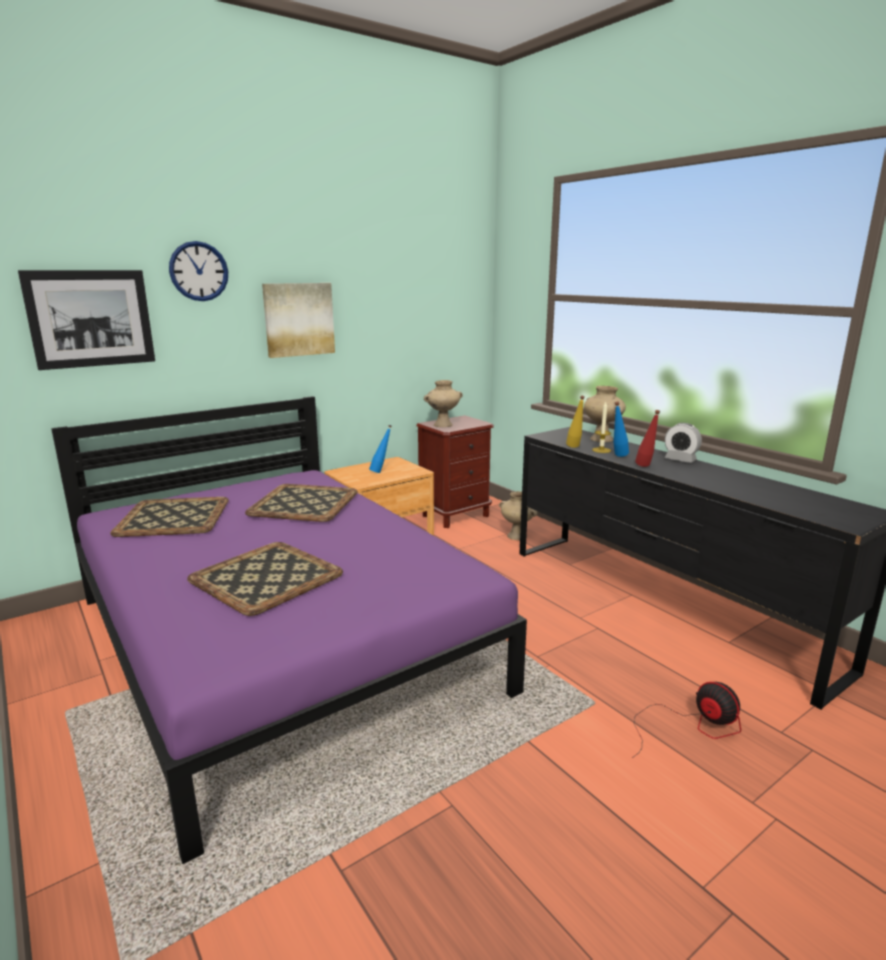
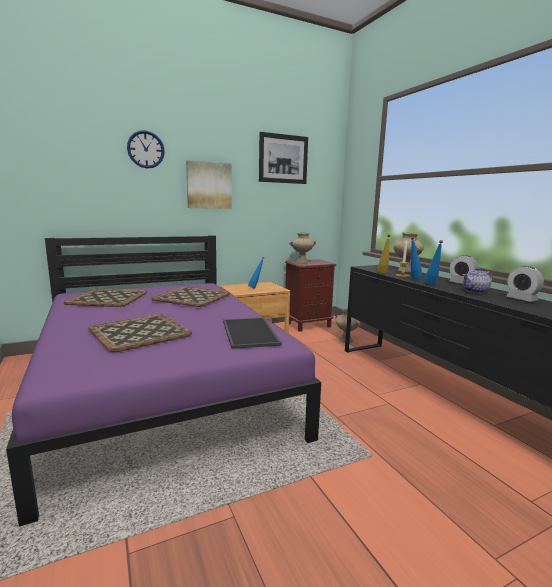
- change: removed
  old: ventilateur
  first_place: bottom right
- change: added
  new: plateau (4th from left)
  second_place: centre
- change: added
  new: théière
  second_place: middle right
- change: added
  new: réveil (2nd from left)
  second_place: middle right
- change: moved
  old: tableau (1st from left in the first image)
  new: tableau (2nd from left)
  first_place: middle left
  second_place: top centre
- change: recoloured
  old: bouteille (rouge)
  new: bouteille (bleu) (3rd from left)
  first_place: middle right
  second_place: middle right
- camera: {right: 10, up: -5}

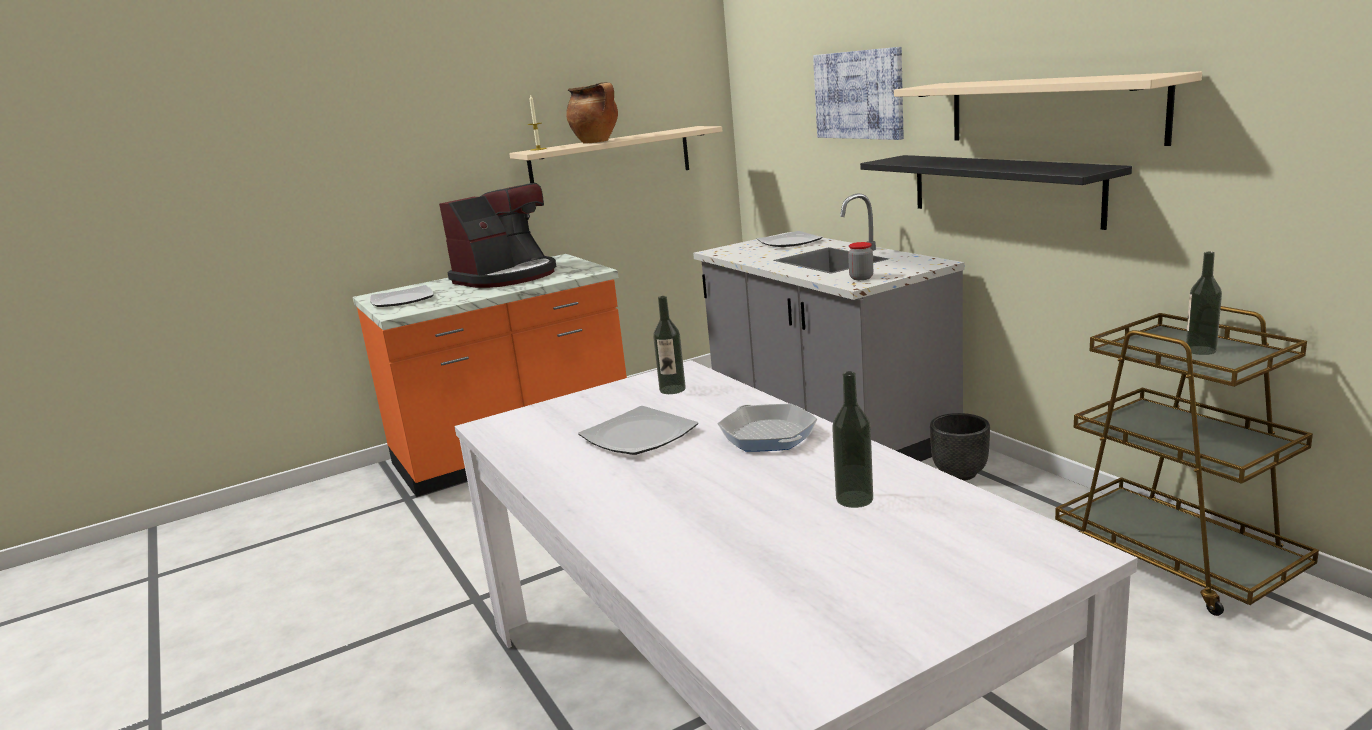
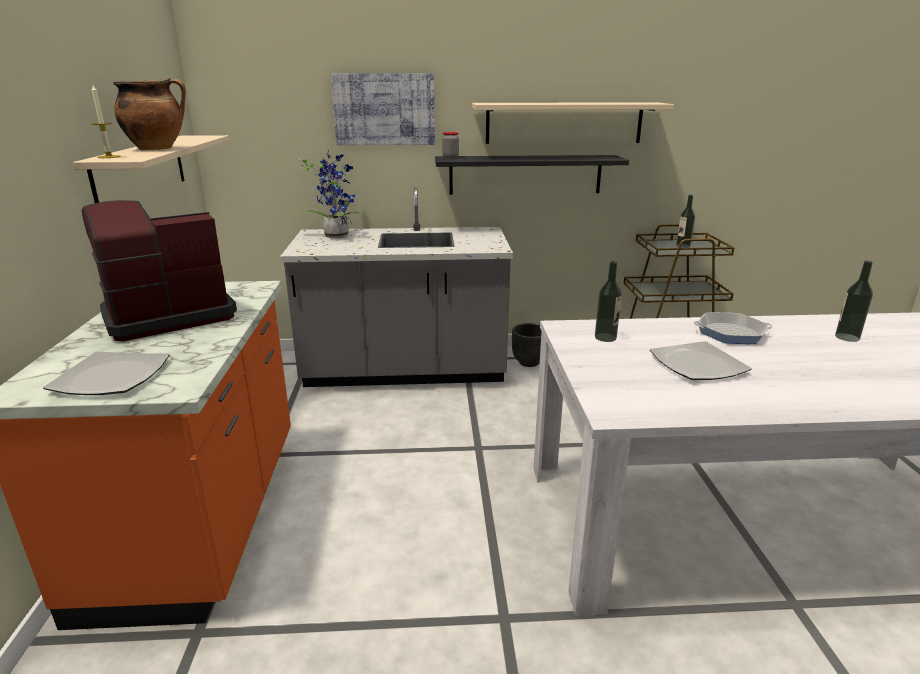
- change: moved
  old: bocal
  first_place: centre
  second_place: top centre
- change: replaced
  old: assiette (3rd from left)
  new: plante en pot
  first_place: top centre
  second_place: top centre
- change: turned
  old: machine à café
  first_place: top centre
  second_place: middle left
  degrees: -105
- camera: {right: -65, up: 5}

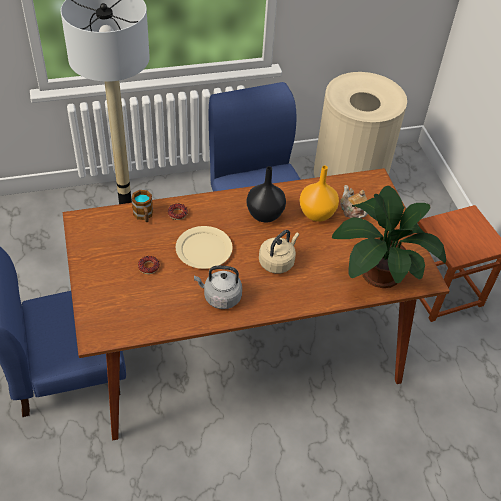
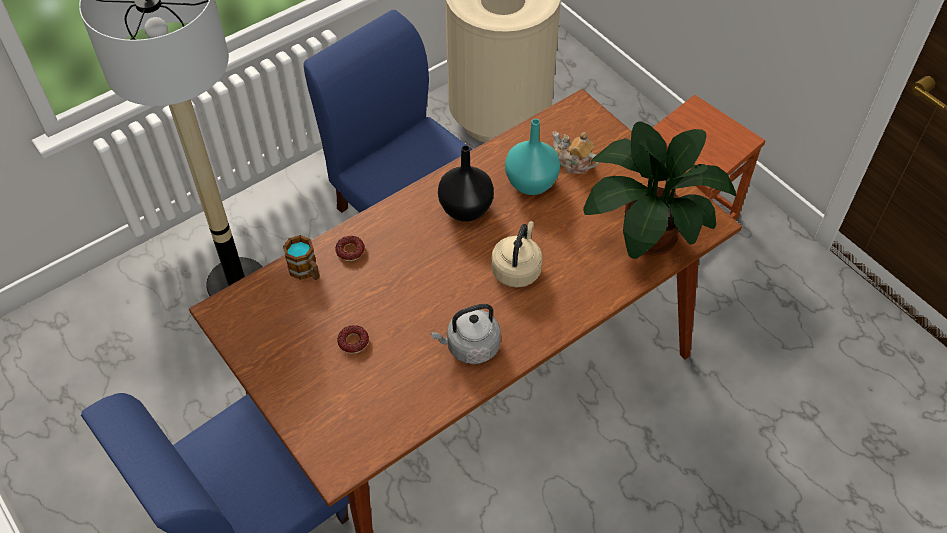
- change: removed
  old: assiette (beige)
  first_place: centre
- change: recoloured
  old: vase (orange)
  new: vase (turquoise)
  first_place: centre
  second_place: top centre
- camera: {right: -20, up: 5}

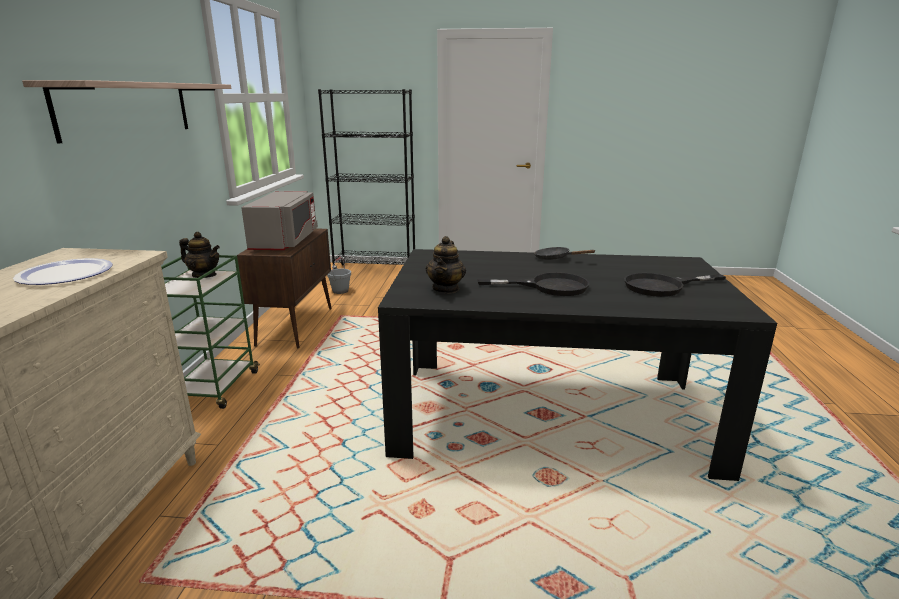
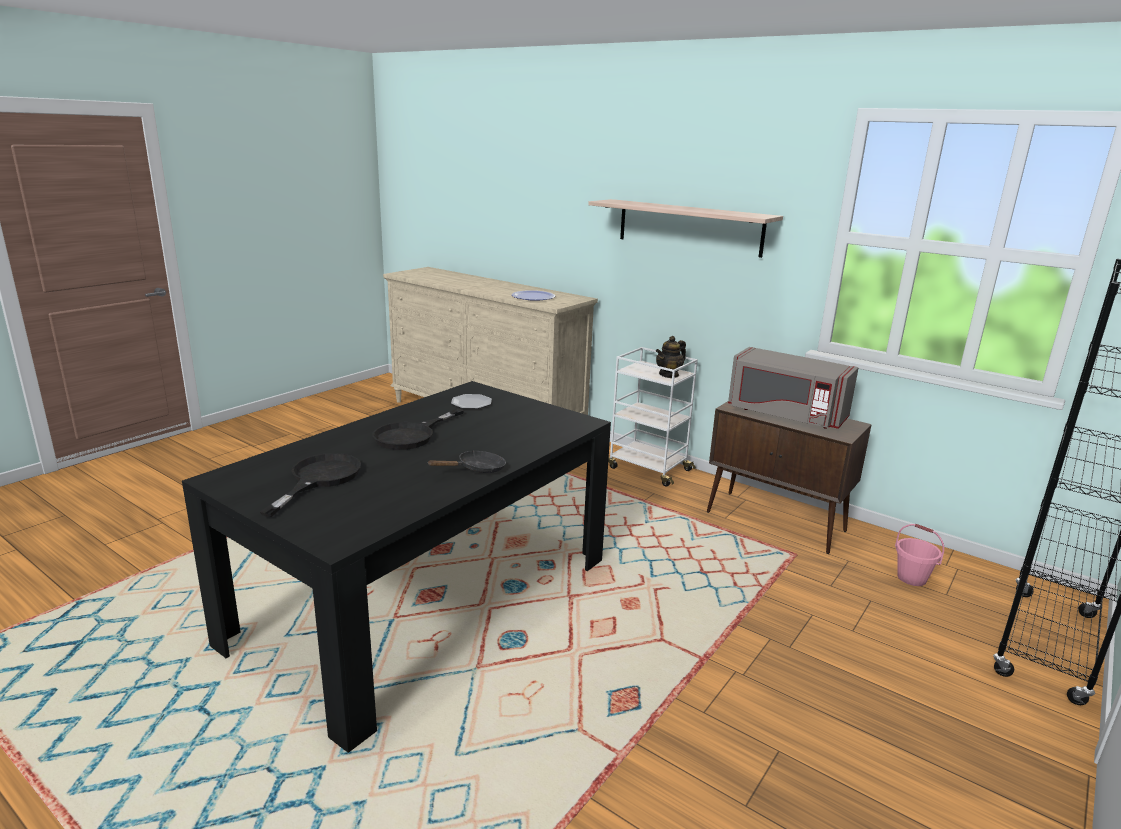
- change: replaced
  old: théière (2nd from left)
  new: assiette (1st from left)
  first_place: centre
  second_place: centre
- change: recoloured
  old: chariot (vert)
  new: chariot (blanc)
  first_place: middle left
  second_place: centre
- change: recoloured
  old: seau (gris)
  new: seau (rose)
  first_place: centre
  second_place: bottom right
- camera: {right: 120, up: 0}

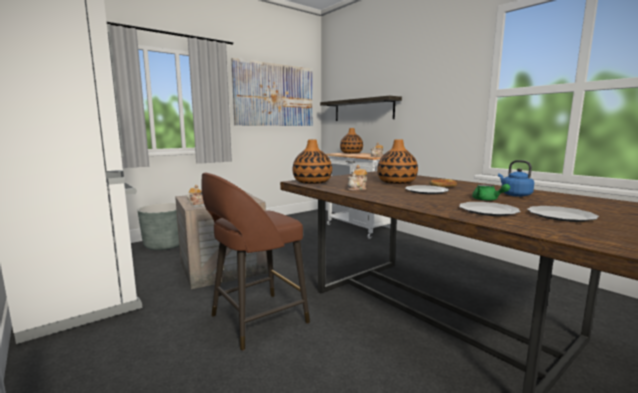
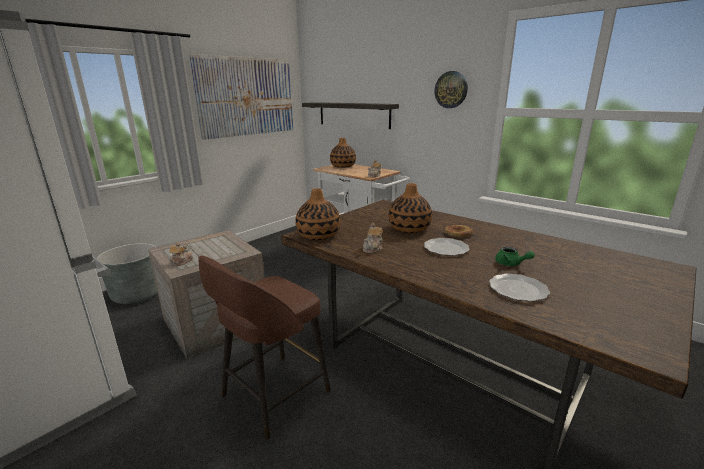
- change: removed
  old: bouilloire (bleu)
  first_place: middle right
- change: removed
  old: assiette (3rd from left)
  first_place: middle right
- change: added
  new: horloge murale
  second_place: top centre
- camera: {right: -10, up: 10}

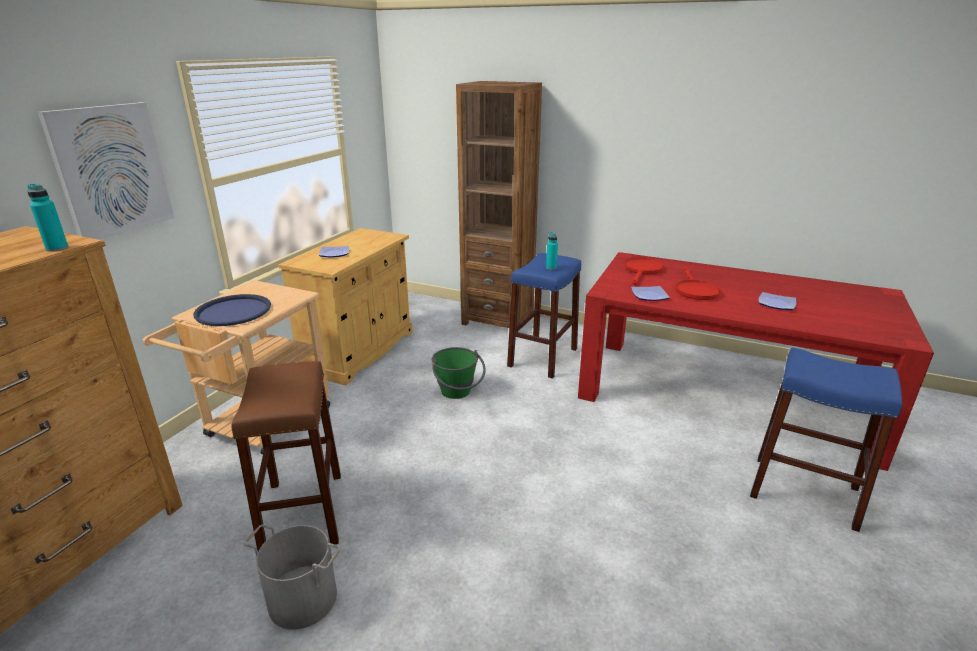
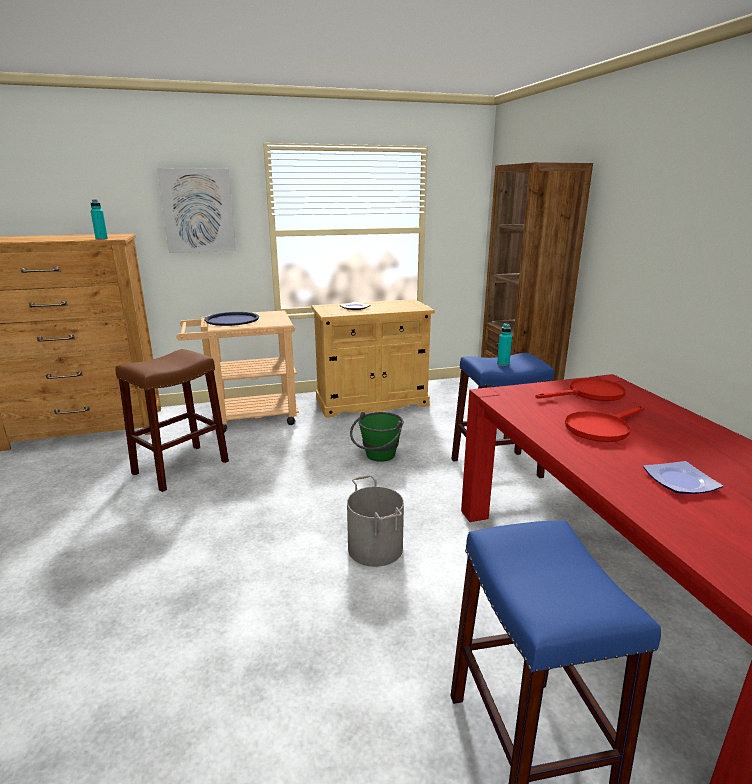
- change: removed
  old: assiette (2nd from left)
  first_place: centre
- change: moved
  old: seau (gris)
  first_place: bottom left
  second_place: centre
- camera: {right: 50, up: -5}

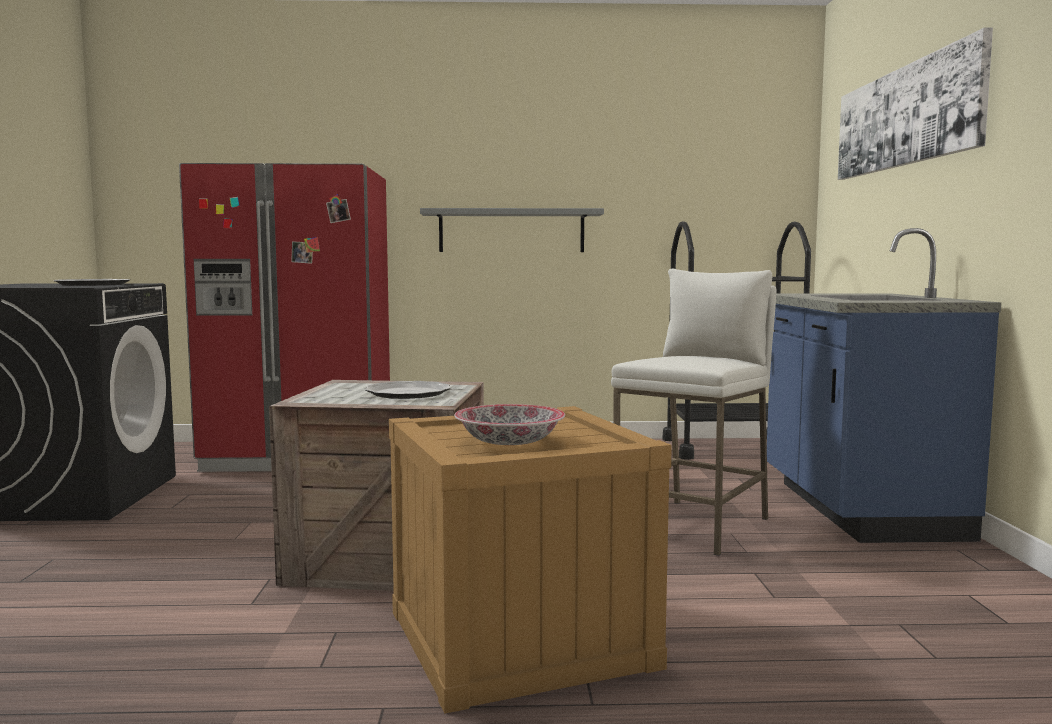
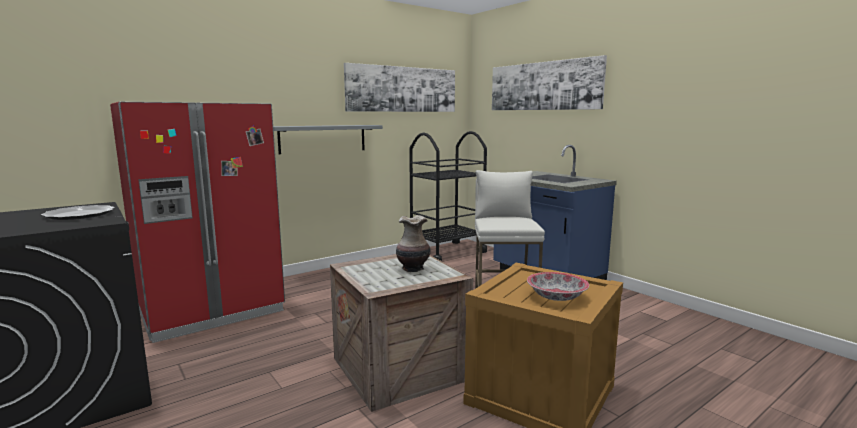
- change: added
  new: tableau (1st from left)
  second_place: top centre
- change: replaced
  old: assiette (2nd from left)
  new: vase
  first_place: centre
  second_place: centre
- camera: {right: -35, up: 5}

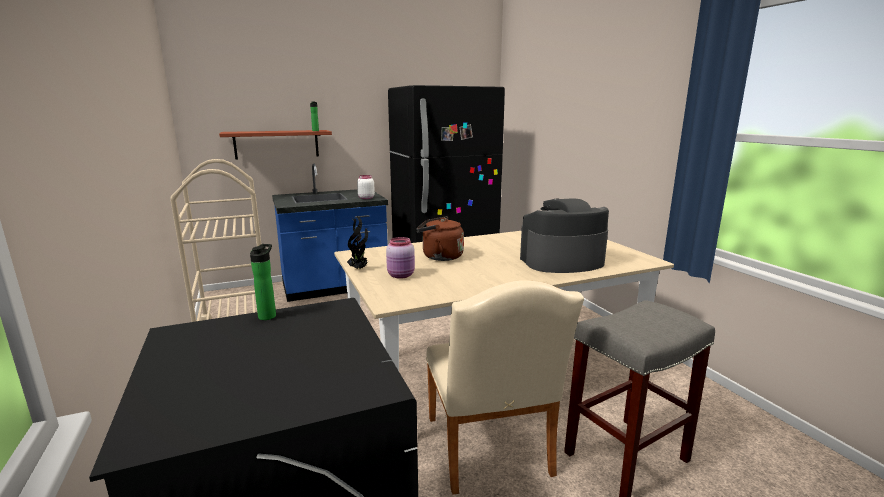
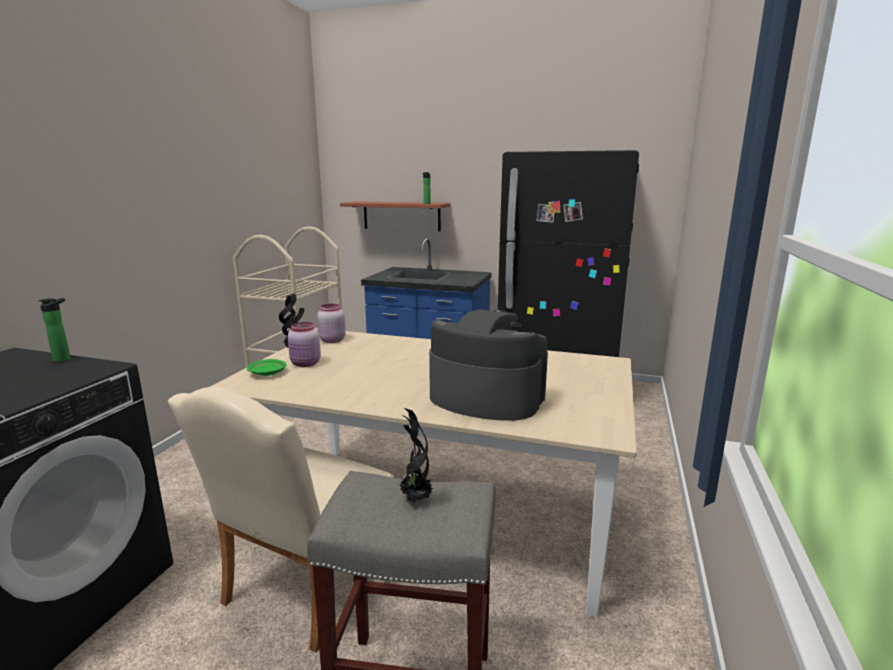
- change: removed
  old: bocal (blanc)
  first_place: centre
- change: removed
  old: bouilloire (marron)
  first_place: centre
- change: added
  new: assiette (vert)
  second_place: middle left
- change: added
  new: bocal (rose) (2nd from left)
  second_place: centre
- change: added
  new: plante en pot (2nd from left)
  second_place: bottom centre
- camera: {right: 40, up: 0}

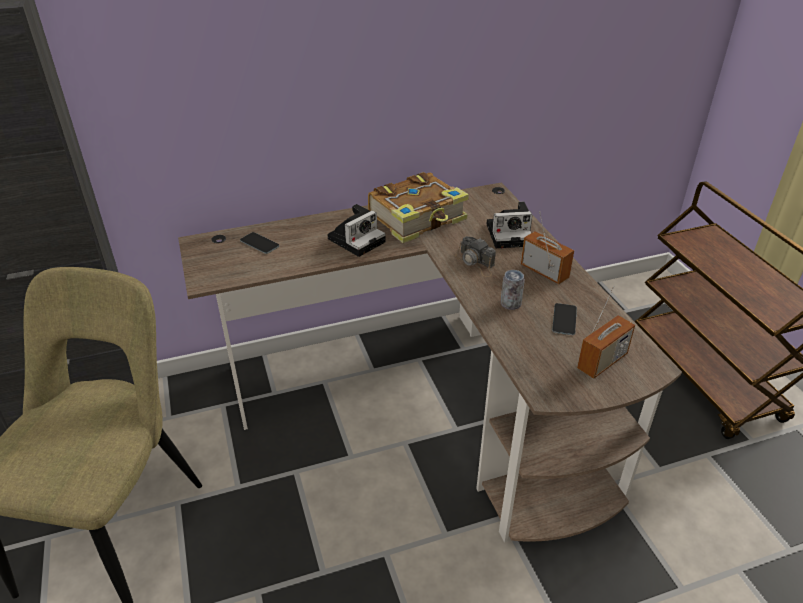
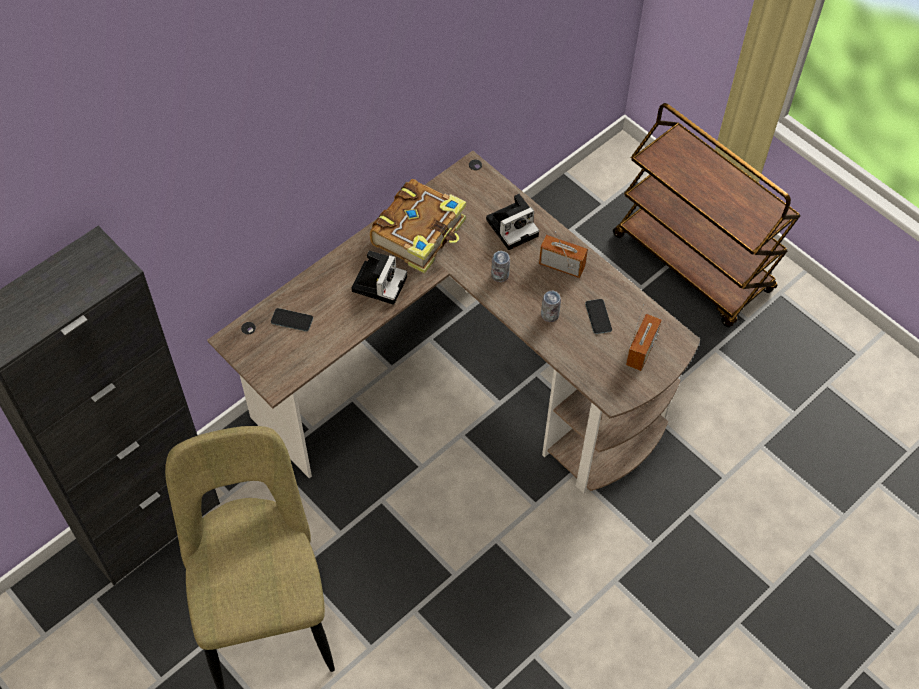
- change: replaced
  old: appareil photo (2nd from left)
  new: boîte métallique (1st from left)
  first_place: centre
  second_place: centre
- camera: {right: -25, up: 20}

